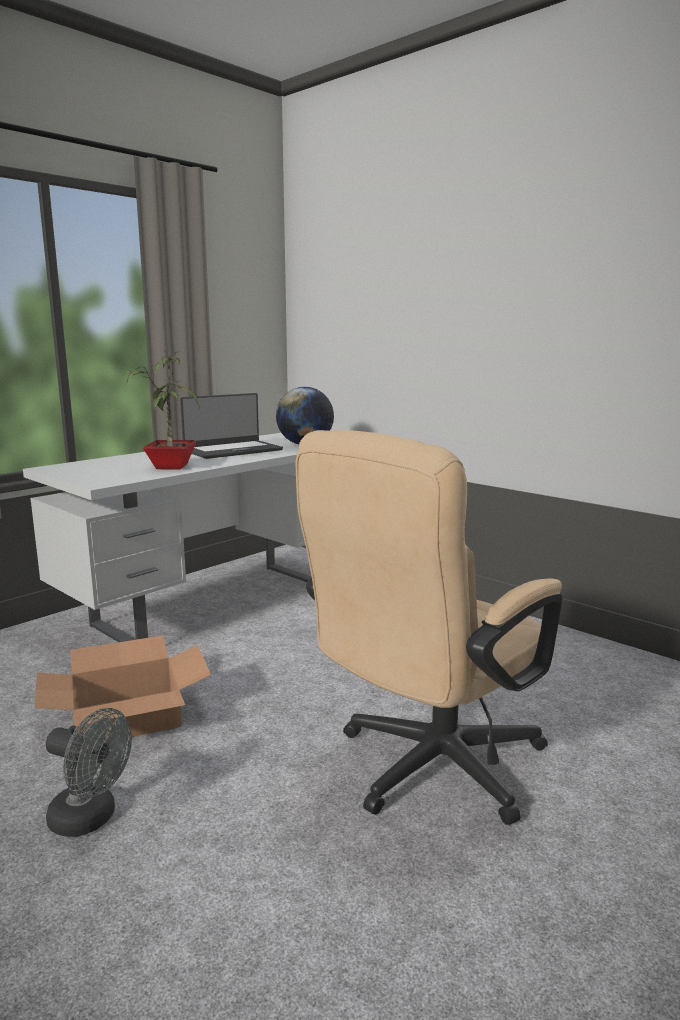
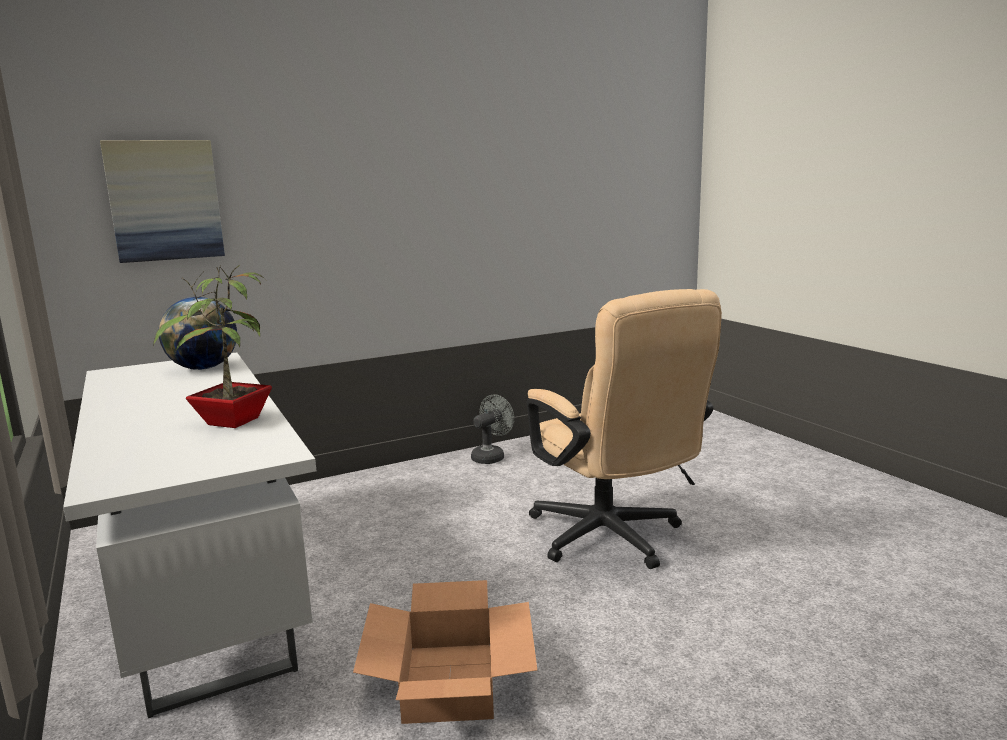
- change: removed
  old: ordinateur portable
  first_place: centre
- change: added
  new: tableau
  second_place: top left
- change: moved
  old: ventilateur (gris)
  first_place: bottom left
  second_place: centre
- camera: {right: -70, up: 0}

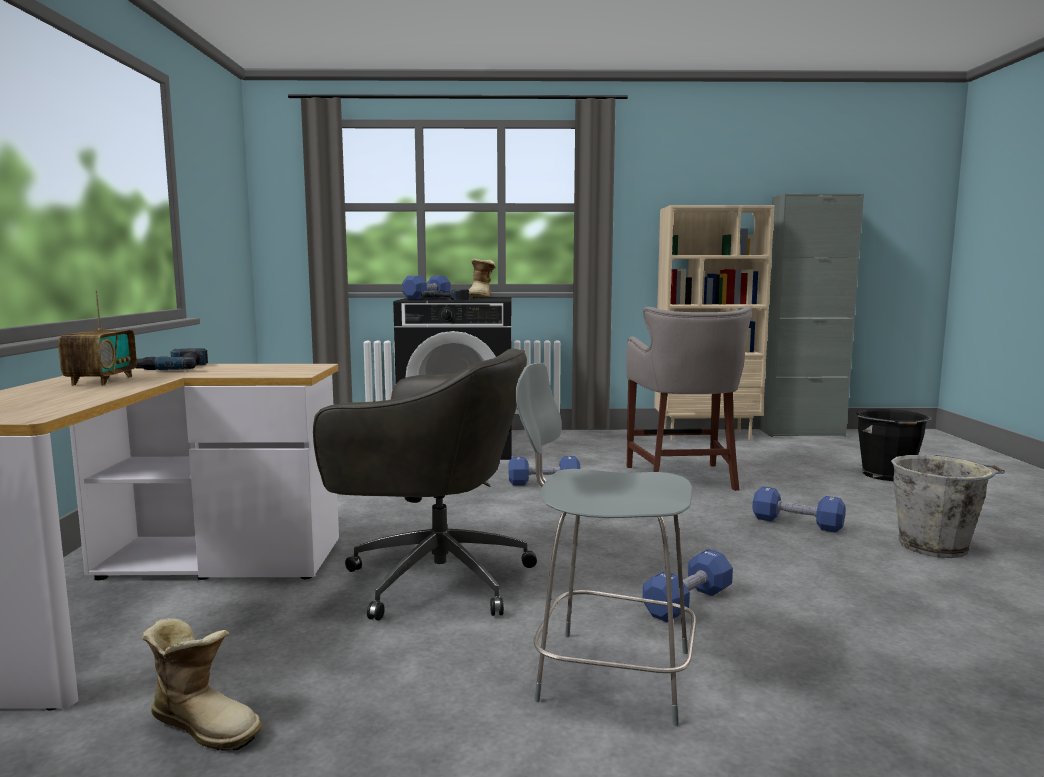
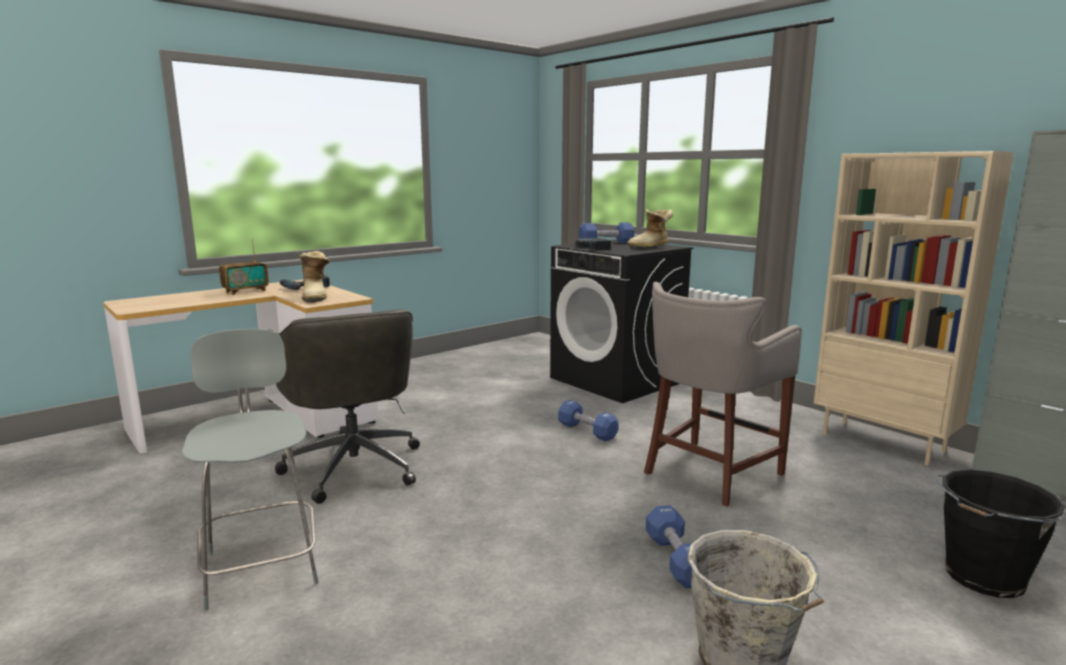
- change: removed
  old: haltère (bleu) (3rd from left)
  first_place: bottom centre
- change: moved
  old: botte (1st from left)
  first_place: bottom left
  second_place: middle left
- camera: {right: 50, up: 5}

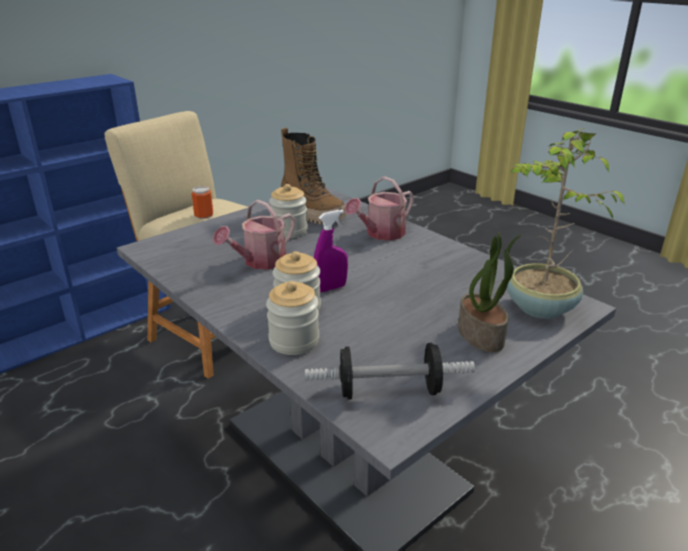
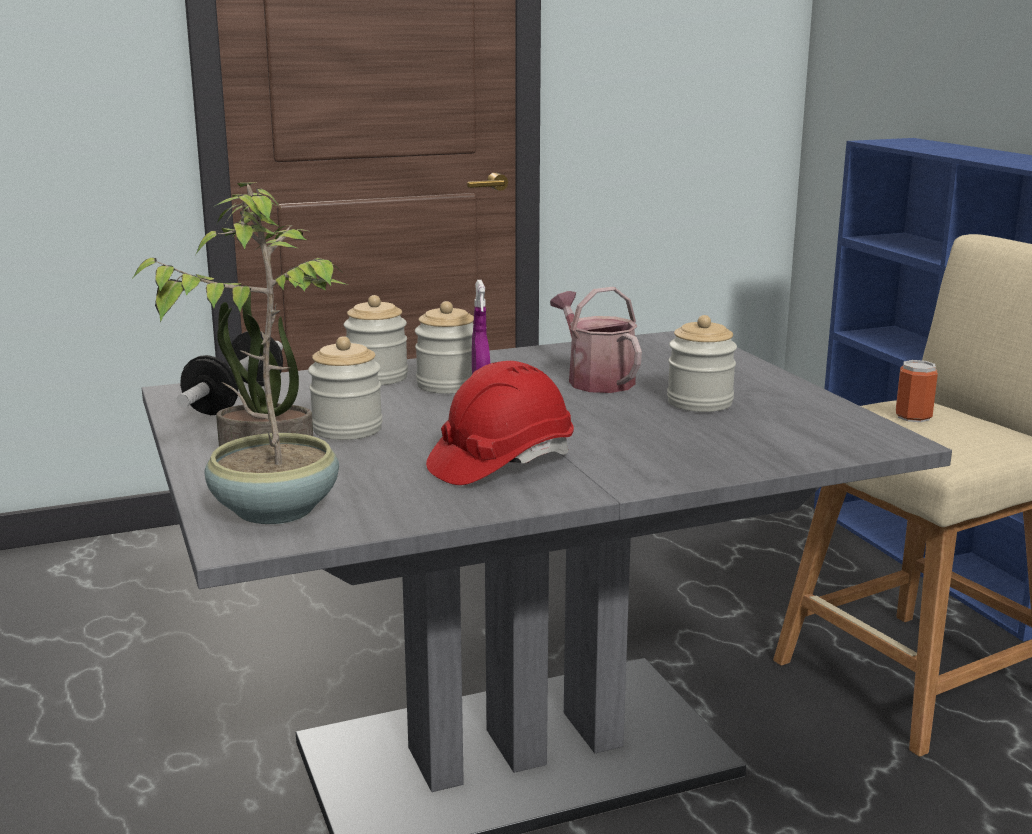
- change: removed
  old: botte
  first_place: top centre
- change: removed
  old: arrosoir (2nd from left)
  first_place: centre
- change: added
  new: bocal (1st from left)
  second_place: centre
- change: added
  new: casque de chantier (rouge)
  second_place: centre
- camera: {right: 110, up: -10}

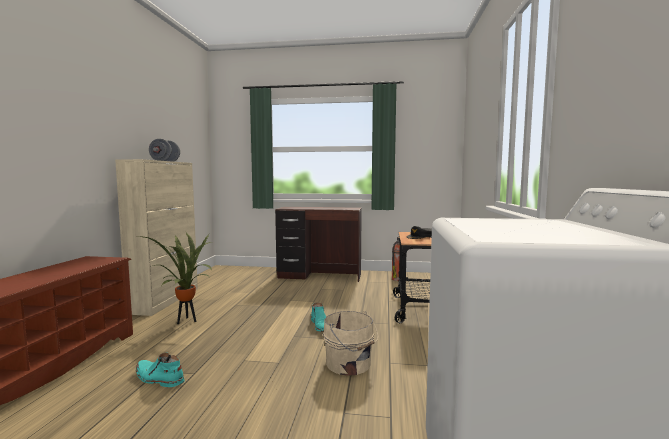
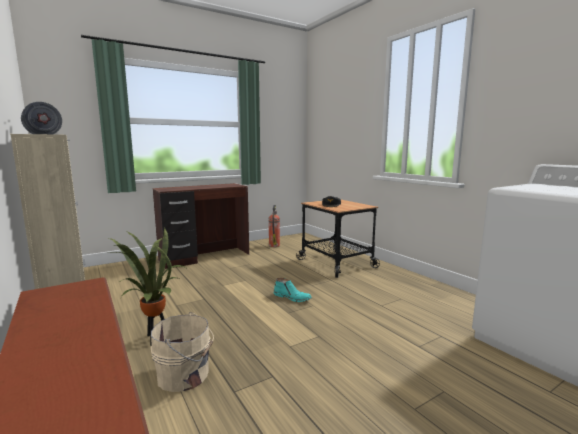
- change: removed
  old: botte (turquoise) (1st from left)
  first_place: bottom left
- change: moved
  old: seau (beige)
  first_place: bottom centre
  second_place: bottom left
- camera: {right: -40, up: 5}

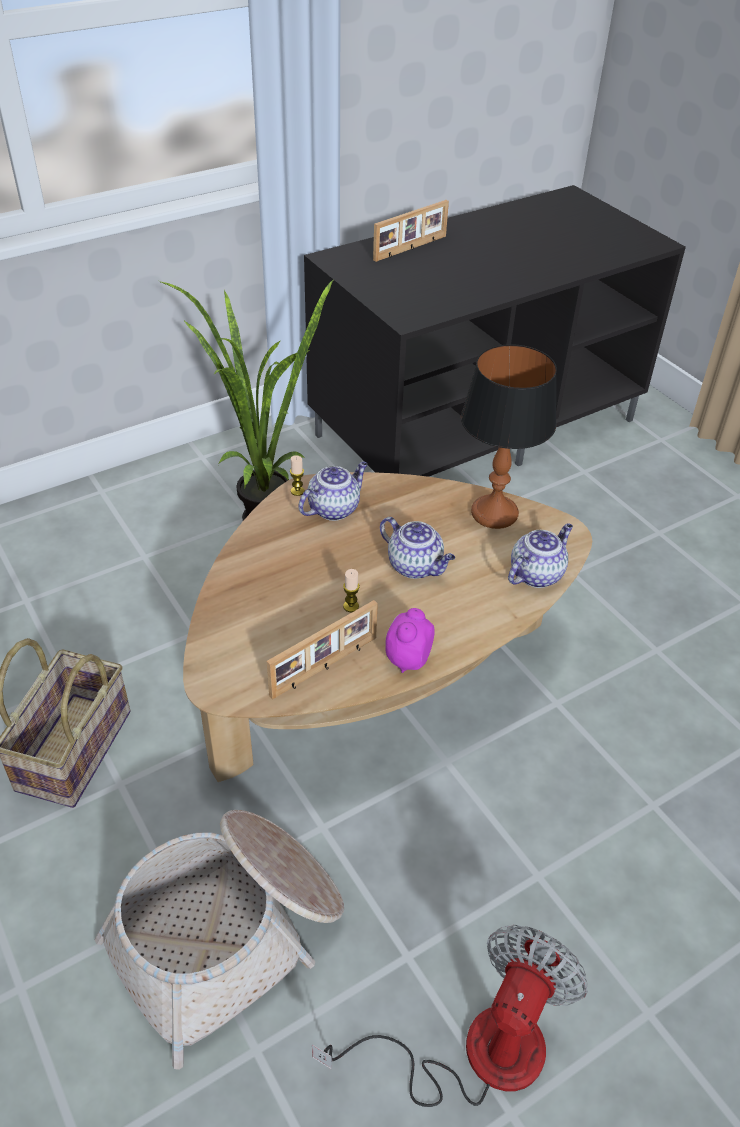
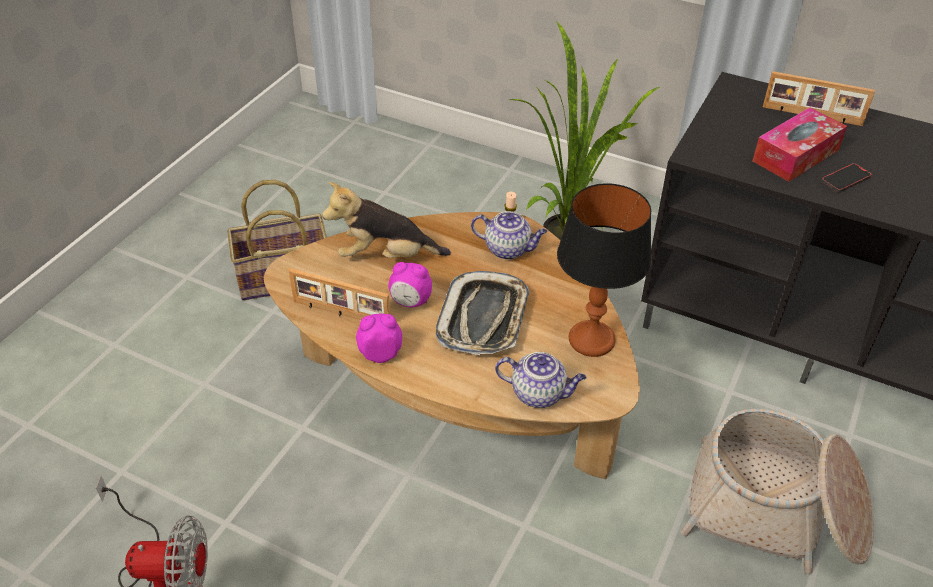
- change: added
  new: peluche
  second_place: centre
- change: added
  new: boîte à mouchoirs
  second_place: top right
- change: added
  new: téléphone
  second_place: top right
- change: moved
  old: panier (2nd from left)
  first_place: bottom left
  second_place: bottom right
- change: replaced
  old: bougie (2nd from left)
  new: réveil (2nd from left)
  first_place: centre
  second_place: centre
- change: replaced
  old: théière (2nd from left)
  new: plateau
  first_place: centre
  second_place: centre
- camera: {right: 60, up: 0}

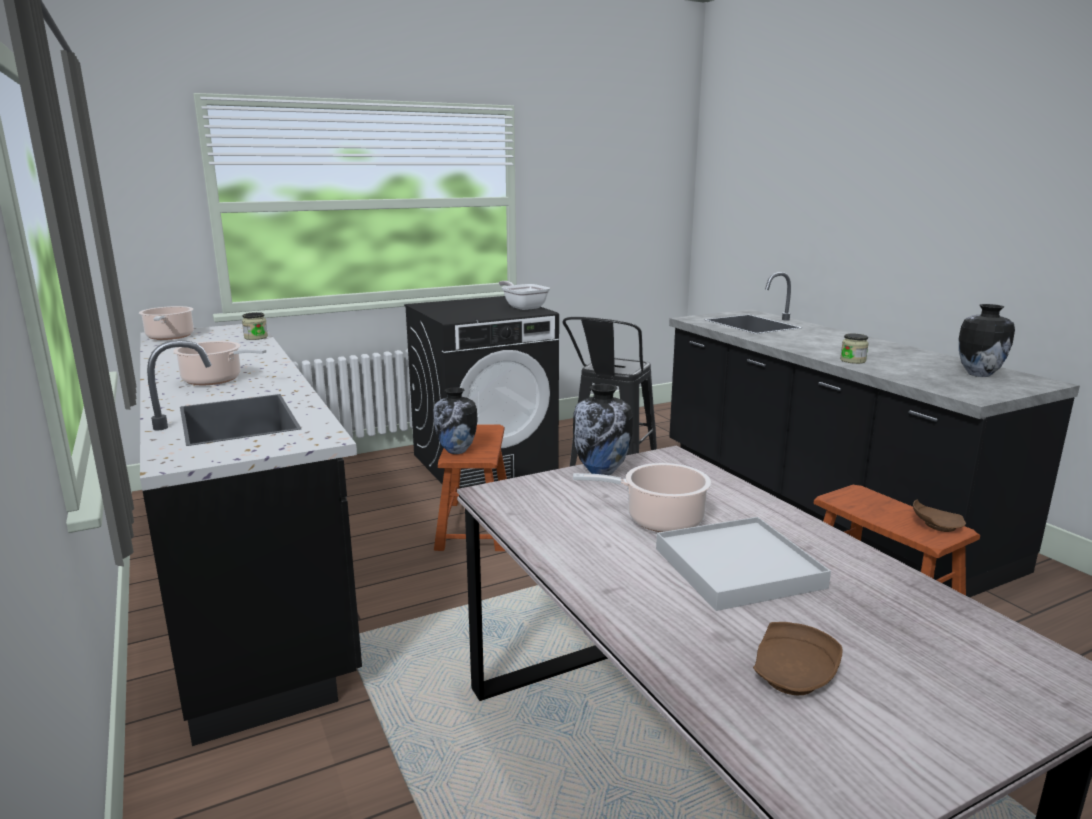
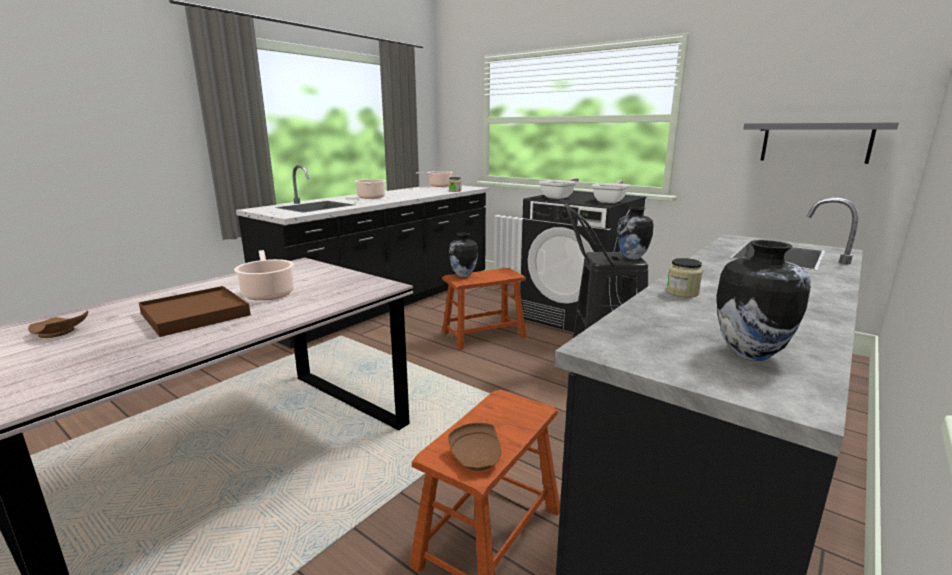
- change: added
  new: poêle (1st from left)
  second_place: top centre
- change: added
  new: étagère (gris)
  second_place: top right
- change: moved
  old: vase (2nd from left)
  first_place: centre
  second_place: middle right
- change: recoloured
  old: plateau (blanc)
  new: plateau (marron)
  first_place: bottom right
  second_place: middle left
- camera: {right: 65, up: 0}

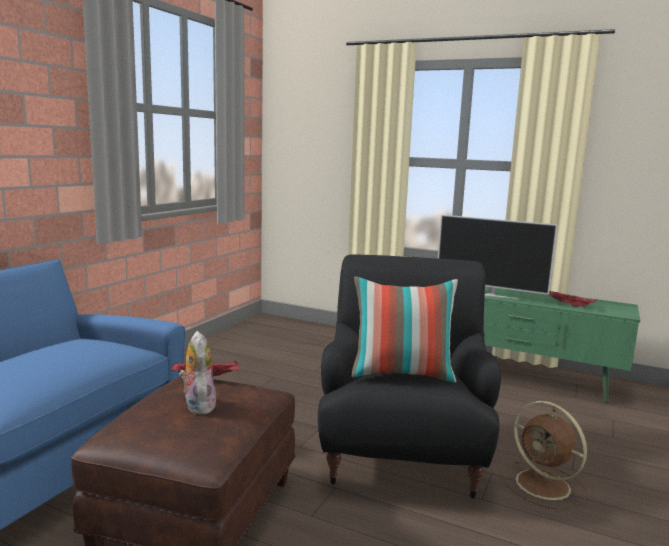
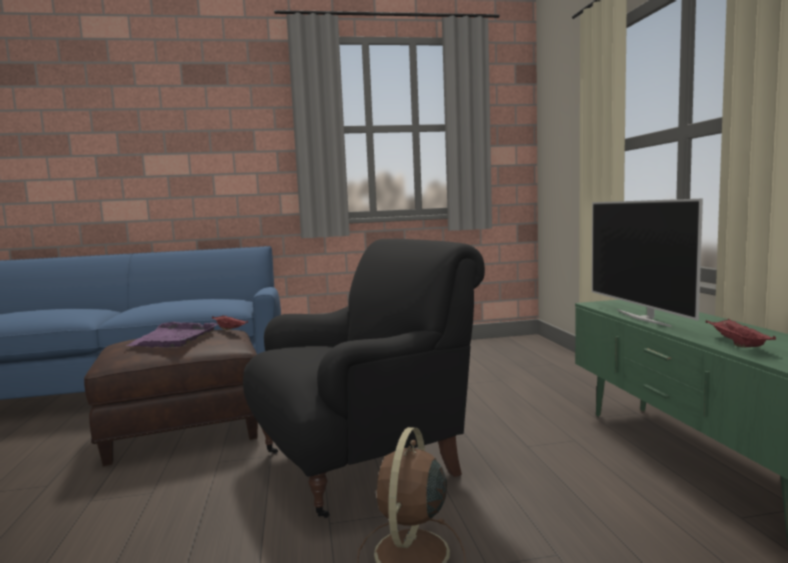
- change: removed
  old: coussin
  first_place: centre
- change: replaced
  old: peluche
  new: plateau (violet)
  first_place: bottom left
  second_place: middle left
- camera: {right: 55, up: -5}

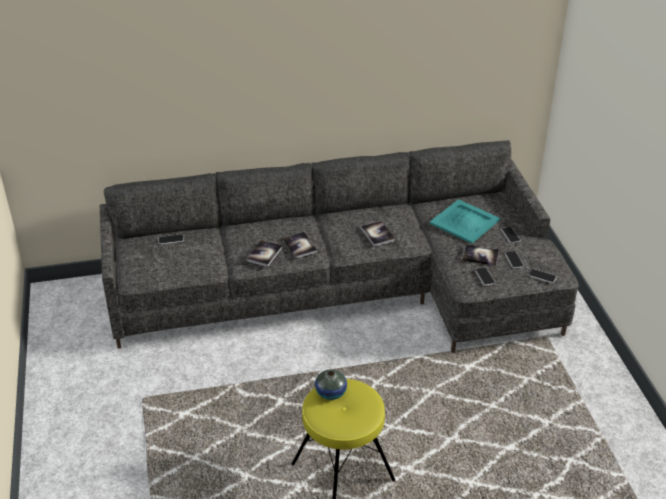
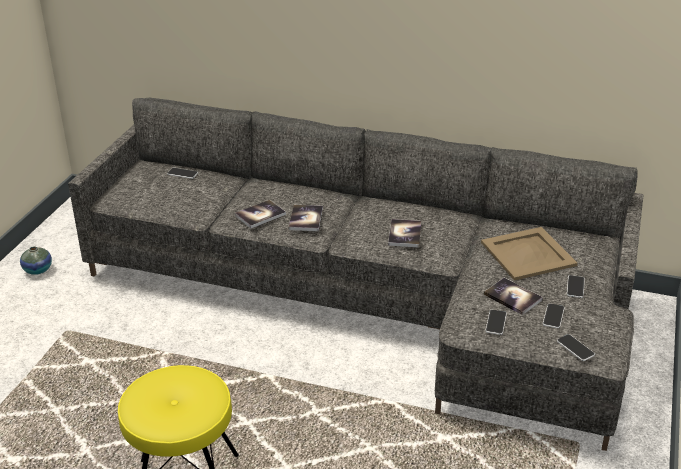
- change: moved
  old: vase
  first_place: bottom centre
  second_place: middle left
- change: recoloured
  old: plateau (turquoise)
  new: plateau (beige)
  first_place: middle right
  second_place: middle right
- camera: {right: 30, up: -5}

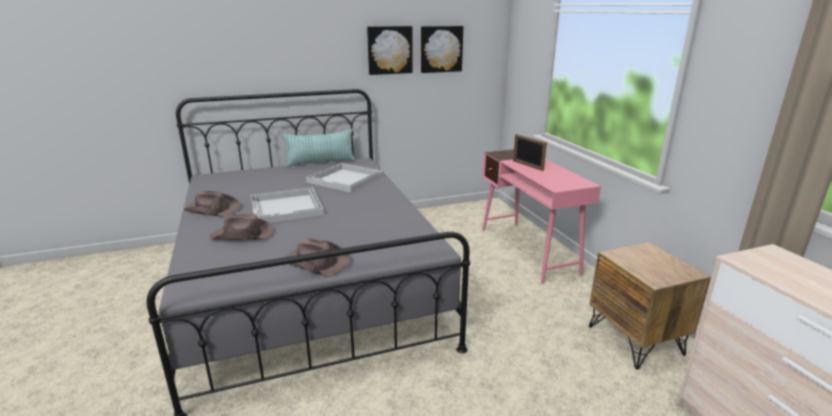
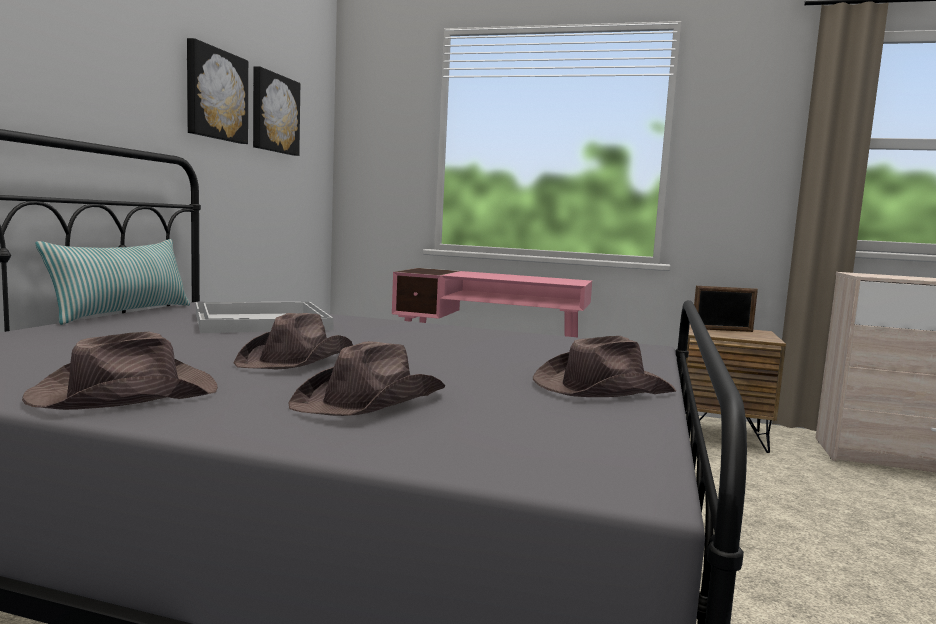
- change: moved
  old: cadre photo
  first_place: centre
  second_place: middle right
- change: replaced
  old: plateau (blanc) (1st from left)
  new: chapeau (marron) (2nd from left)
  first_place: centre
  second_place: middle left
- camera: {right: -55, up: -15}

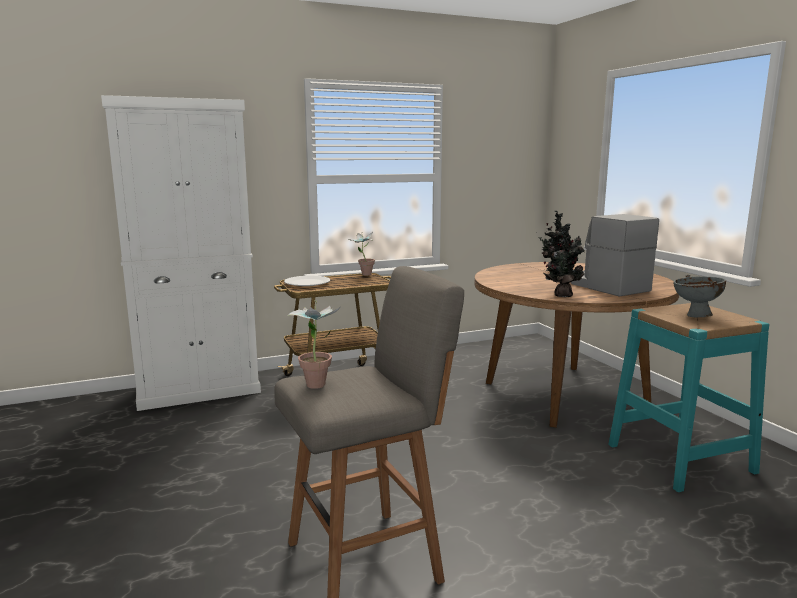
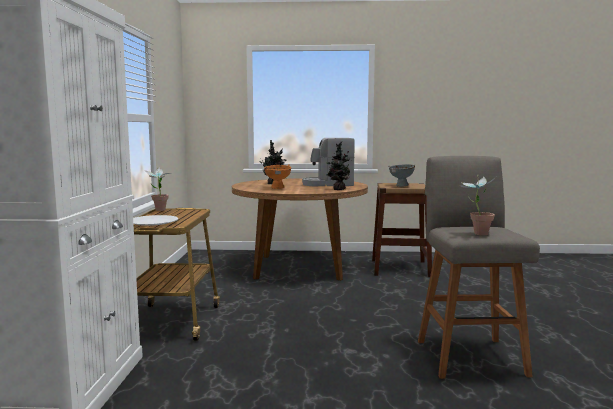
- change: added
  new: bol (orange)
  second_place: centre
- change: recoloured
  old: tabouret (turquoise)
  new: tabouret (marron)
  first_place: middle right
  second_place: centre
- camera: {right: -65, up: -5}

